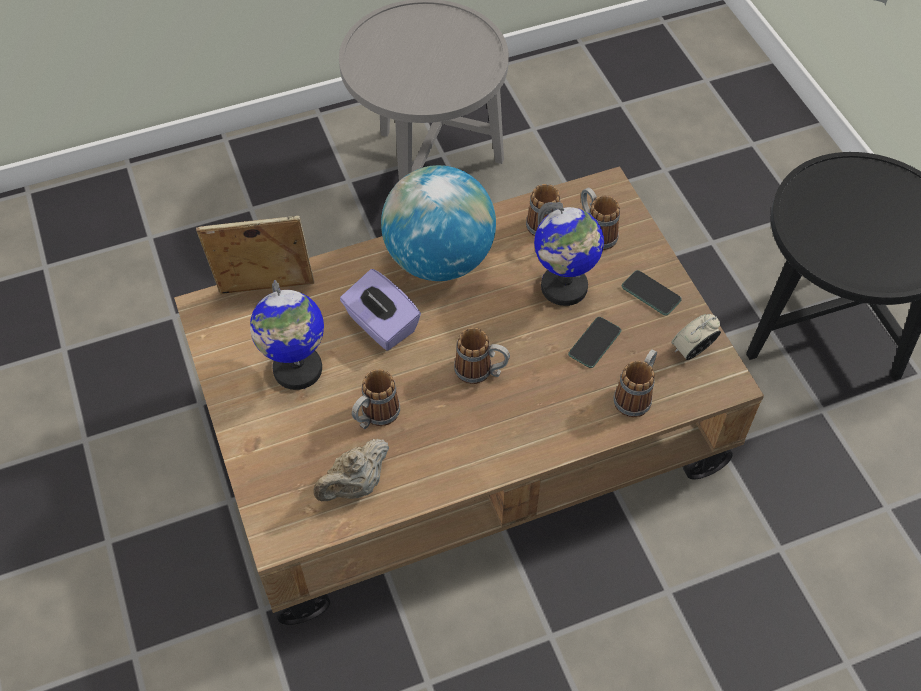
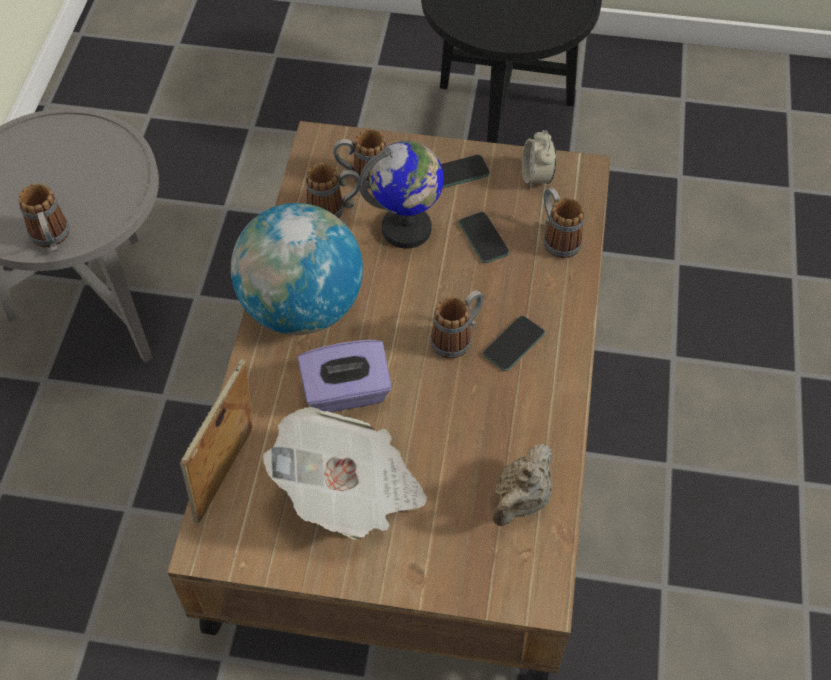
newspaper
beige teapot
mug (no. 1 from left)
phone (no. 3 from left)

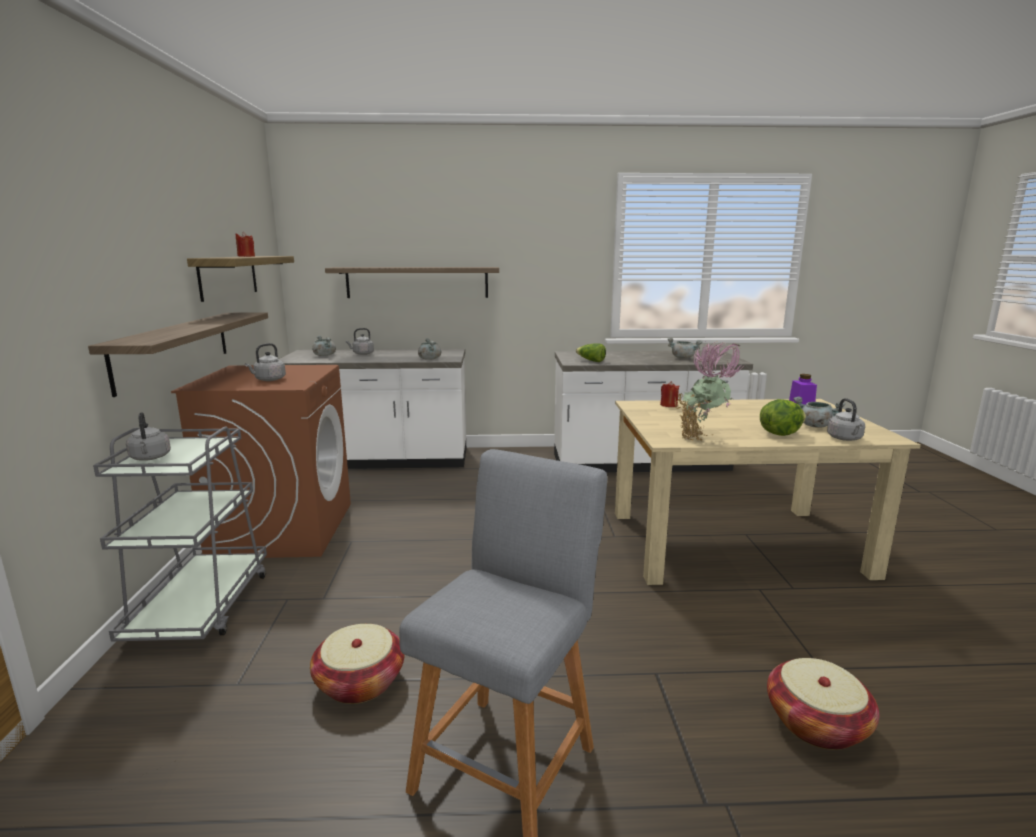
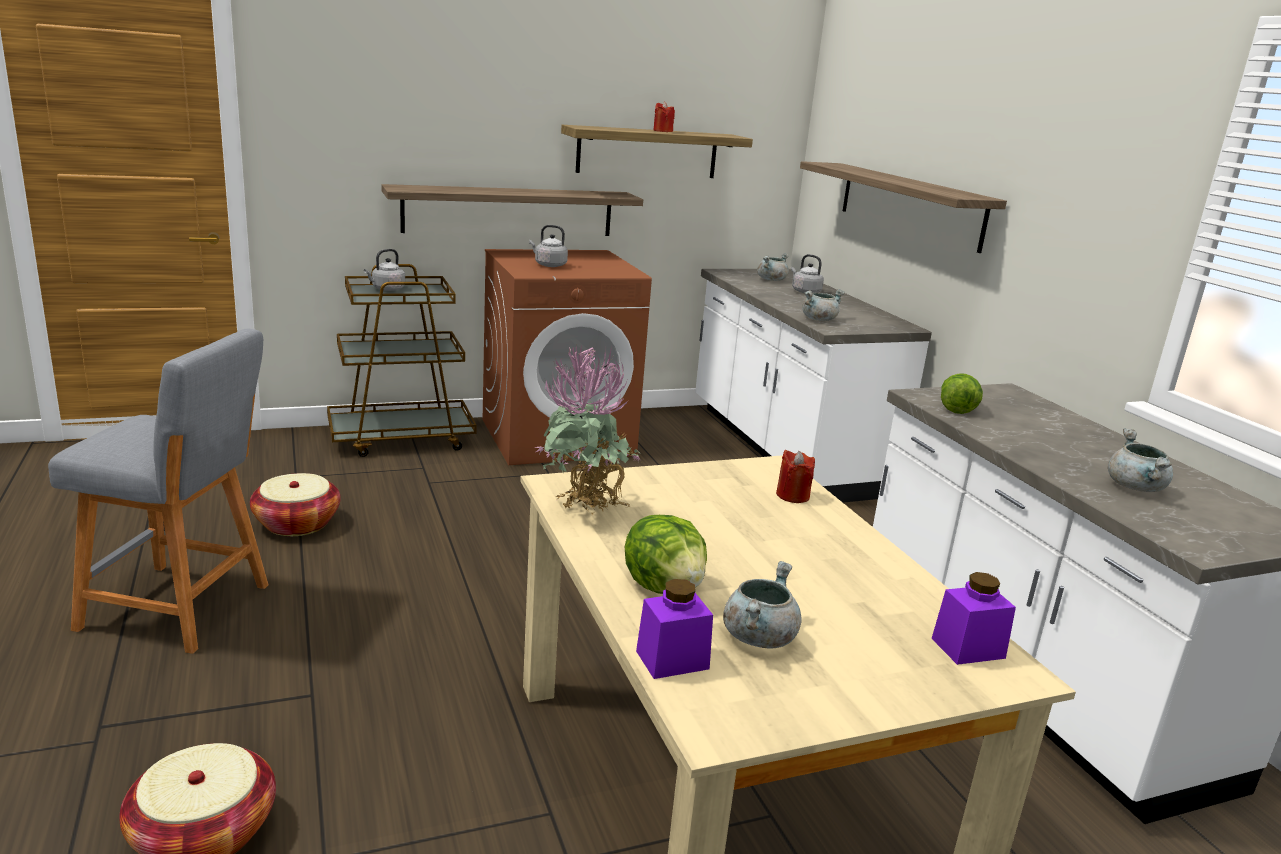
brown cart
purple jar (no. 1 from left)

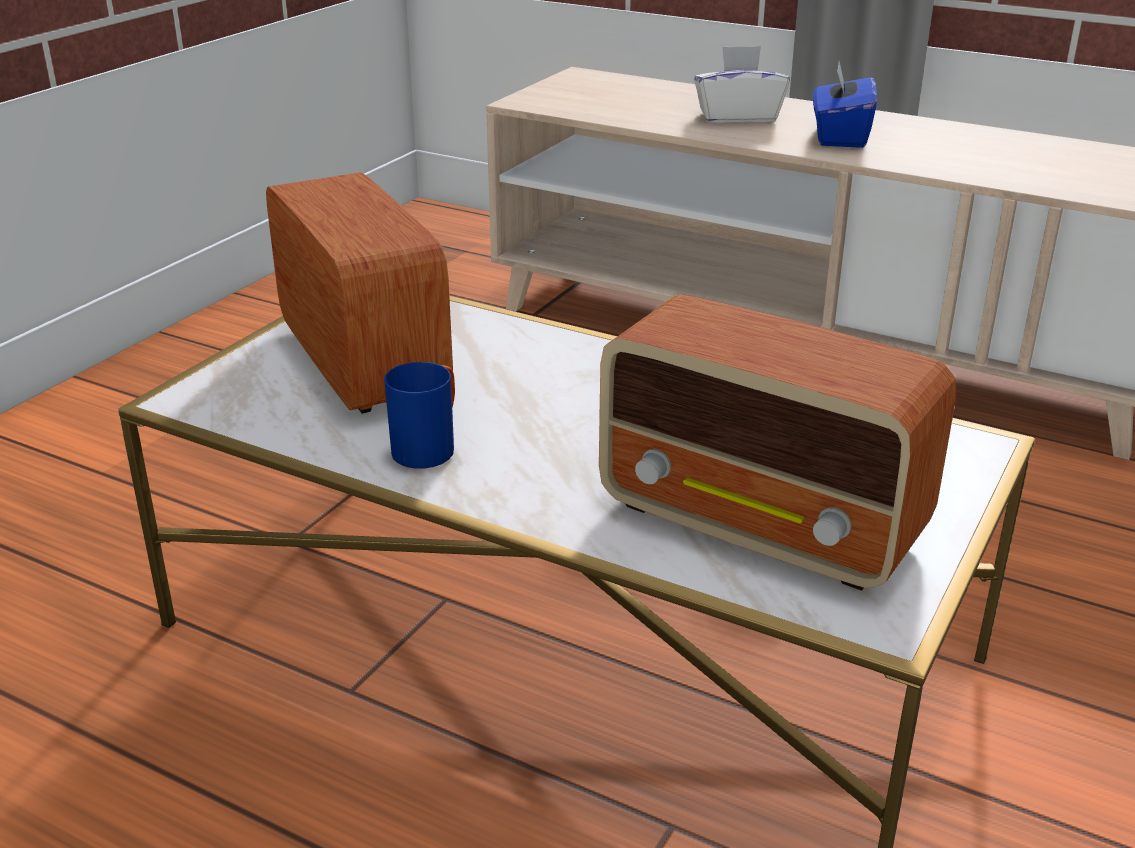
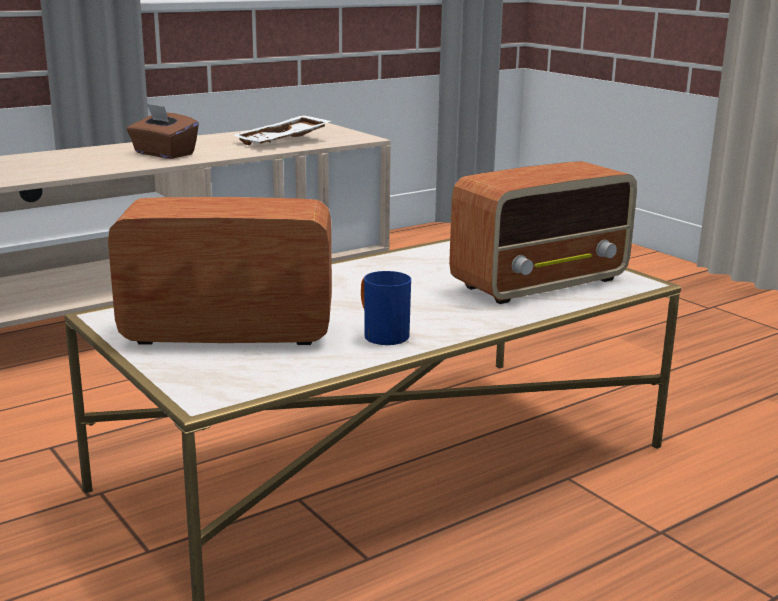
white tissue box
brown tissue box
white tray

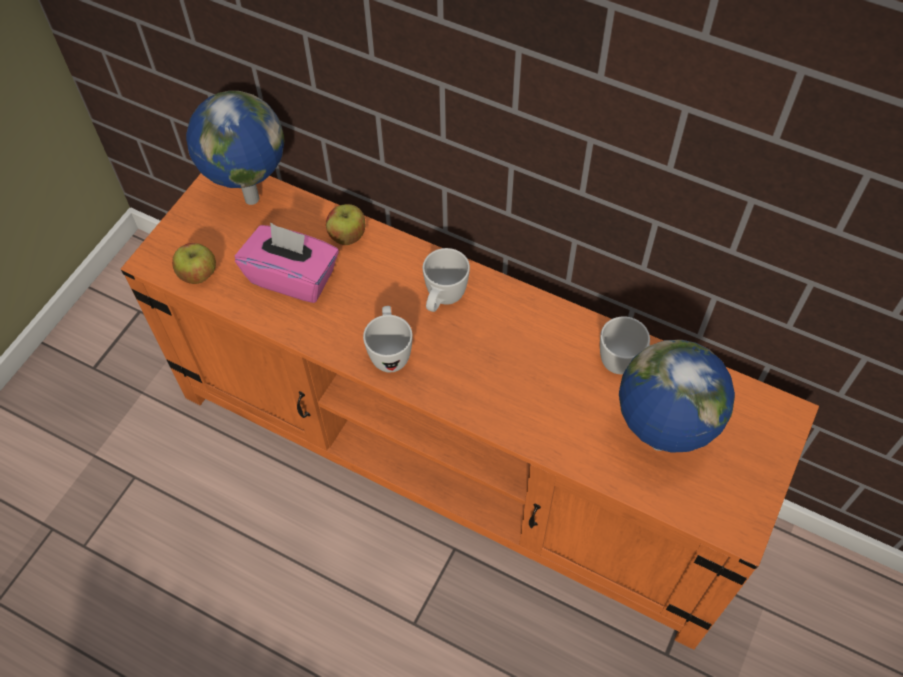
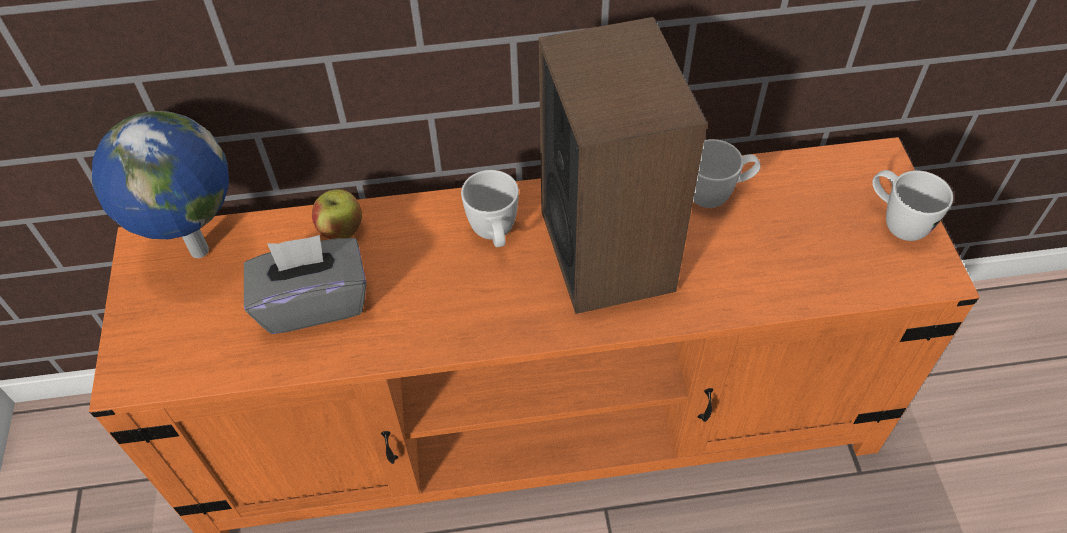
apple (no. 1 from left in the first image)
grey tissue box
white mug (no. 3 from left)
globe (no. 2 from left in the first image)
speaker

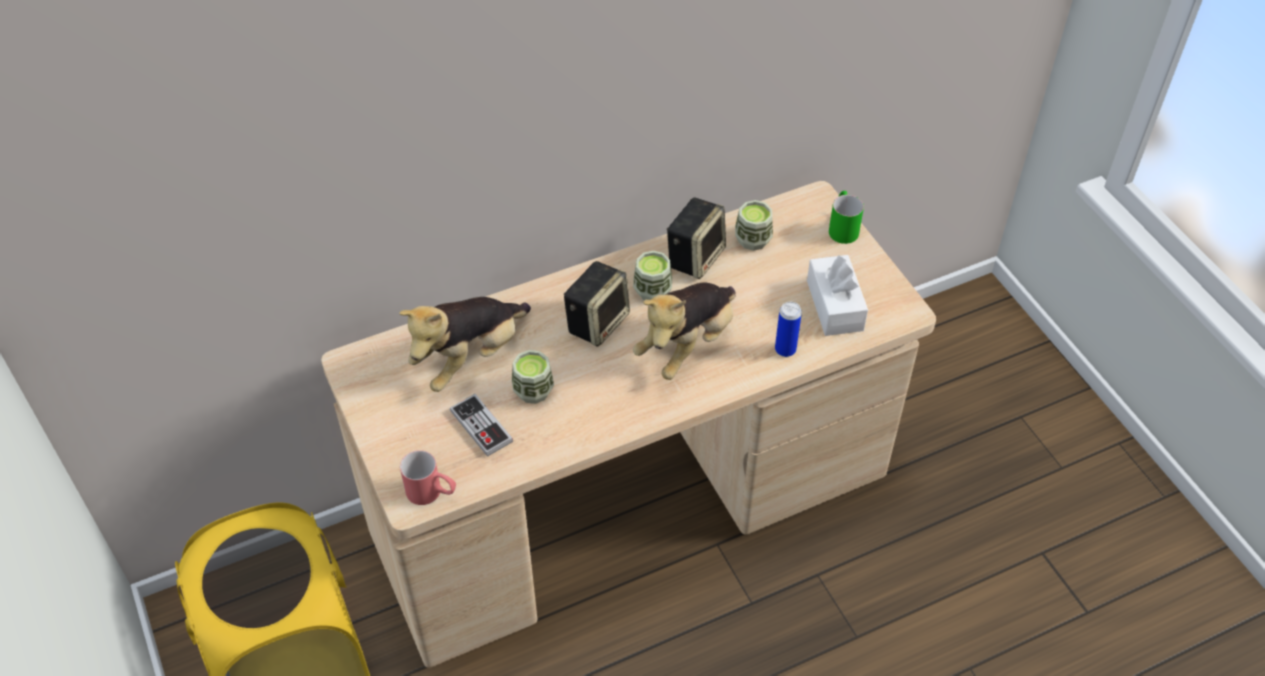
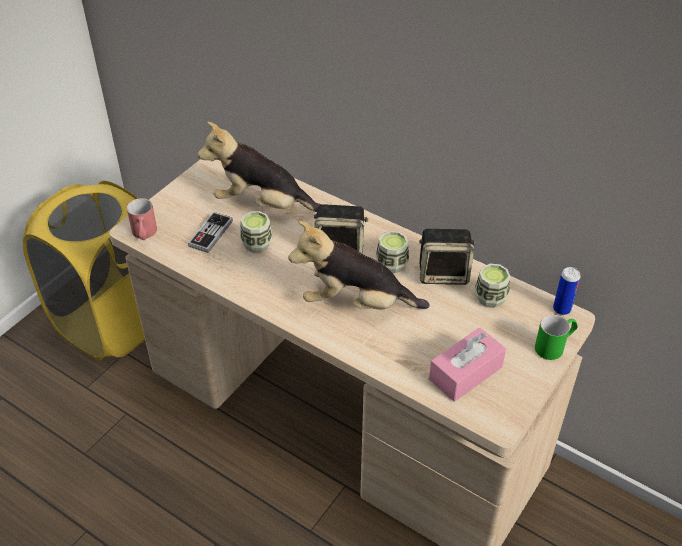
can
pink tissue box

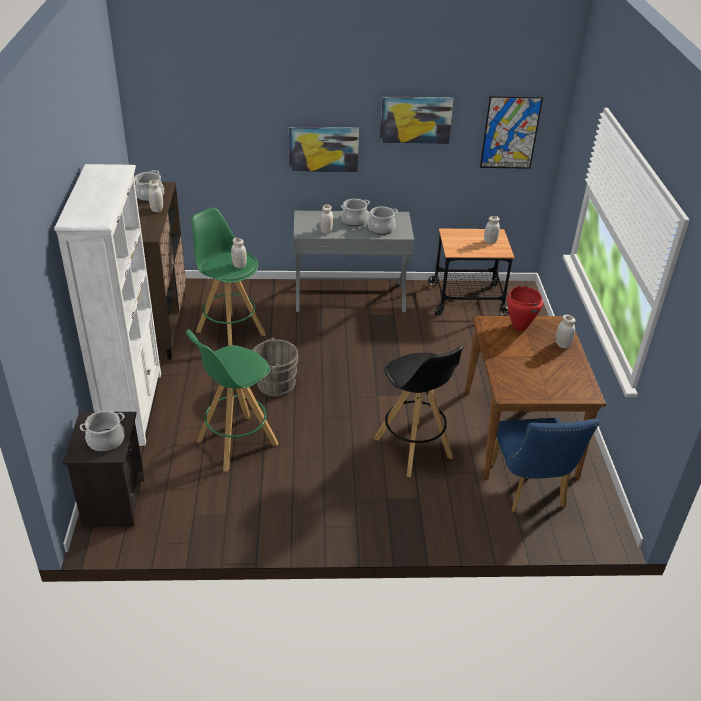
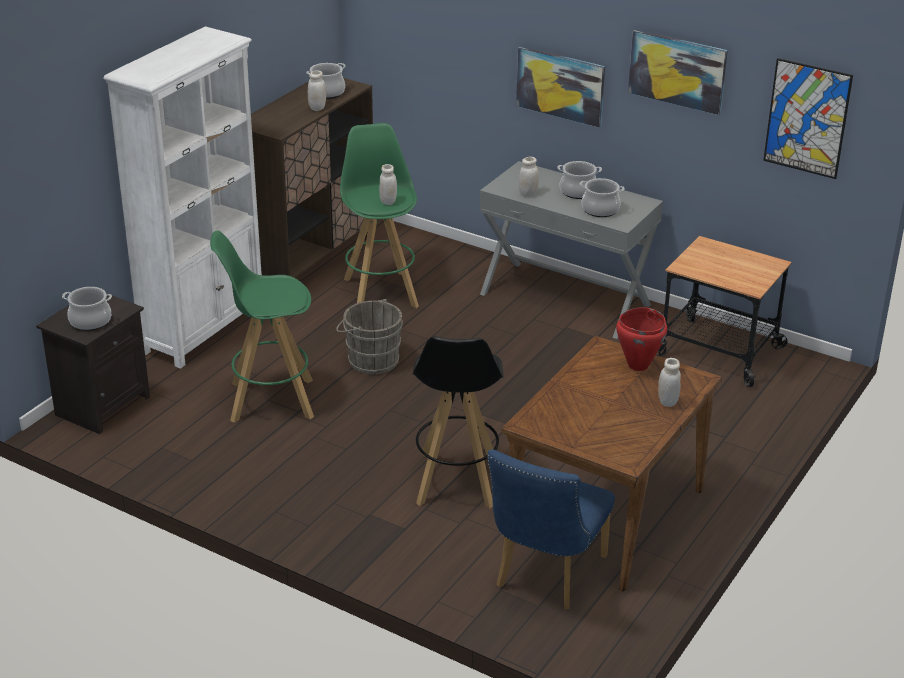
white jar (no. 4 from left in the first image)

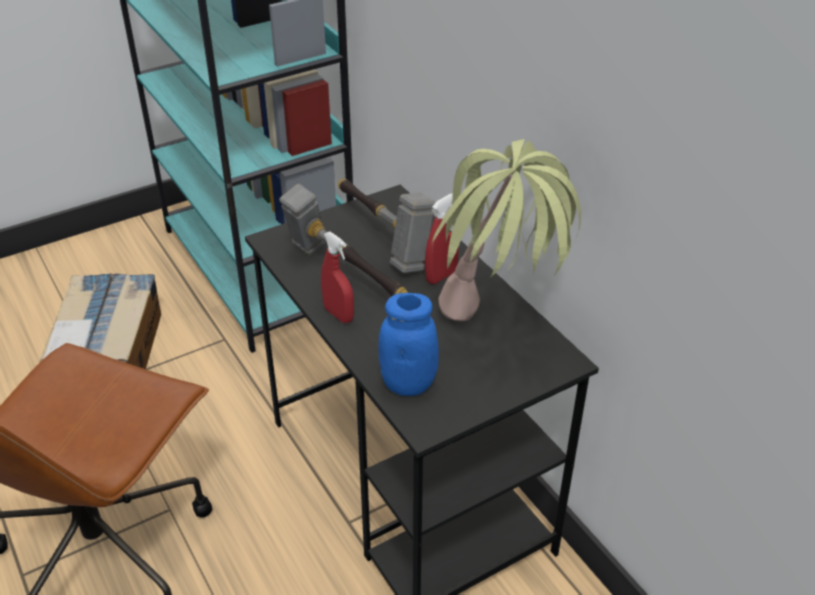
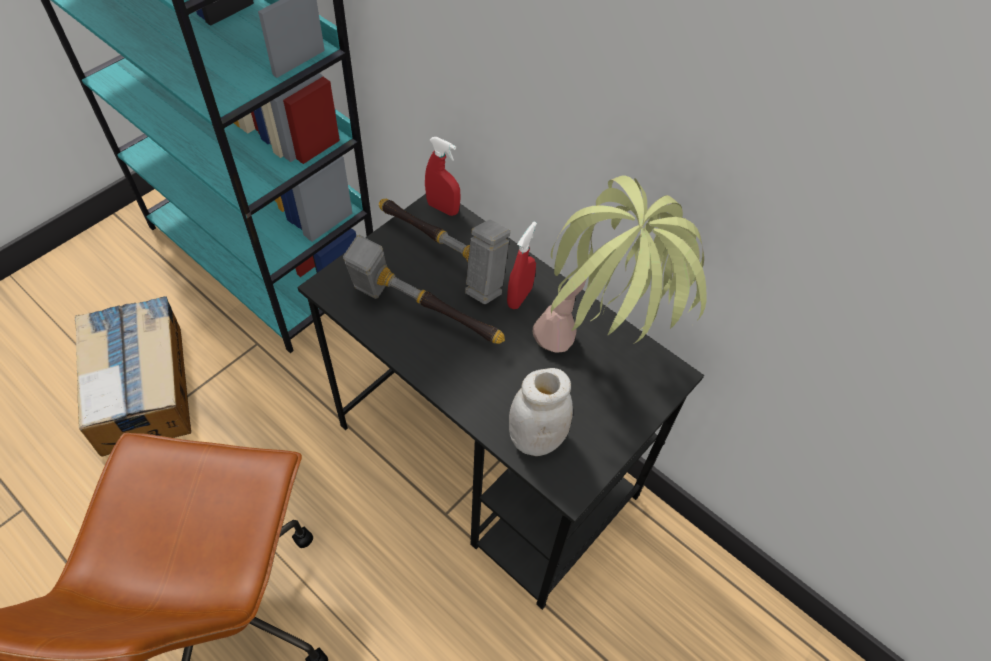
red spray bottle (no. 1 from left)
white jar

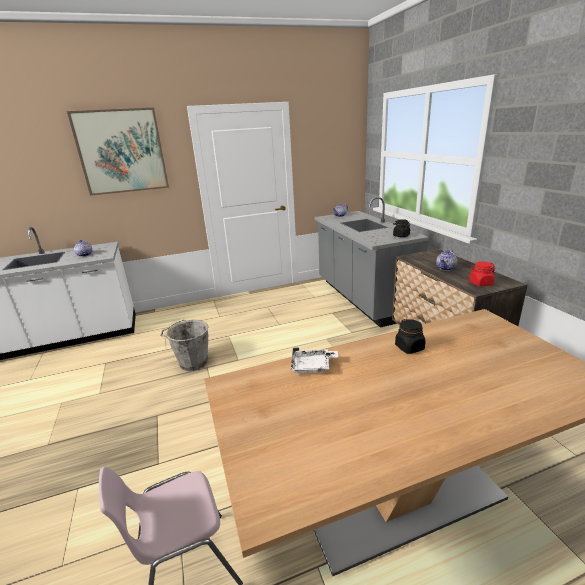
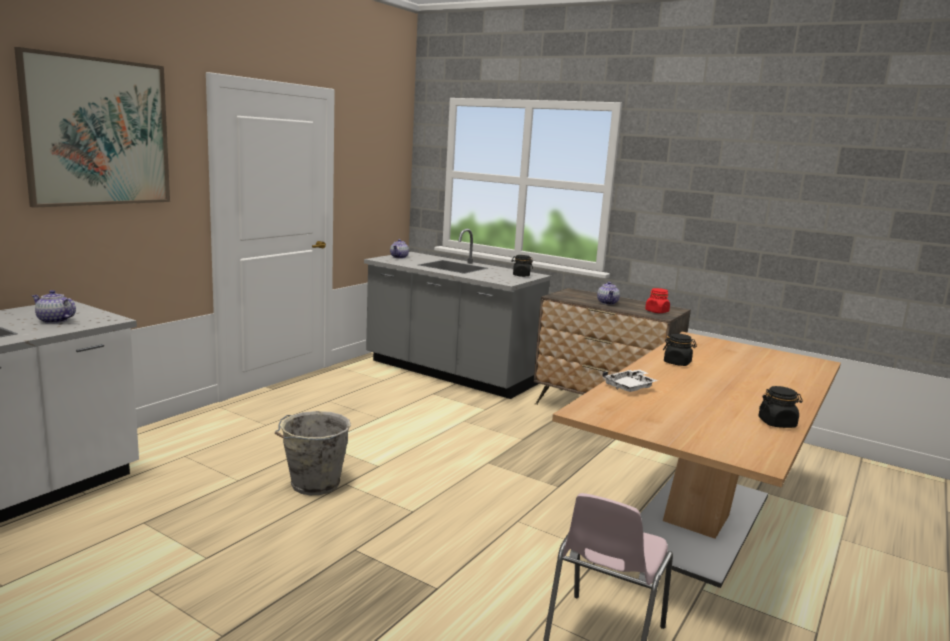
black jar (no. 3 from left)

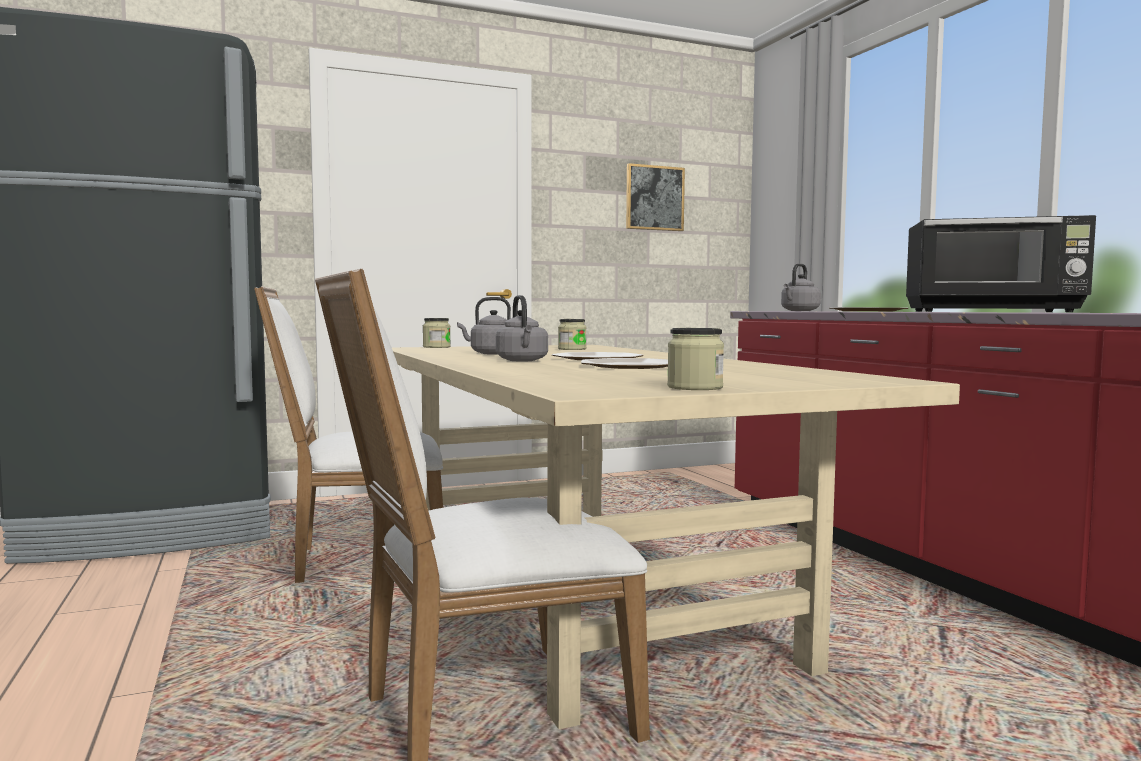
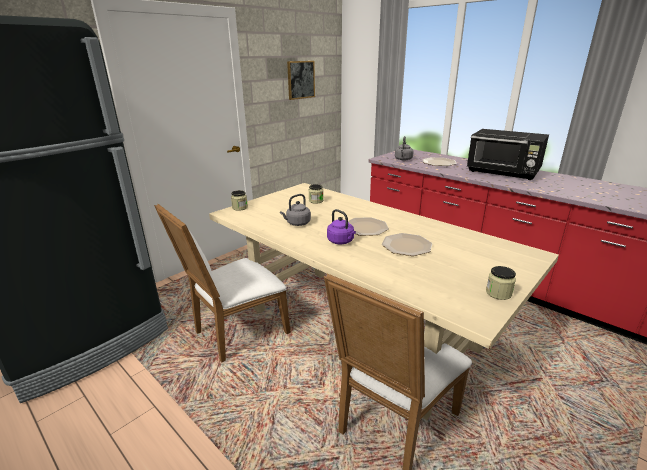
purple kettle
black microwave

